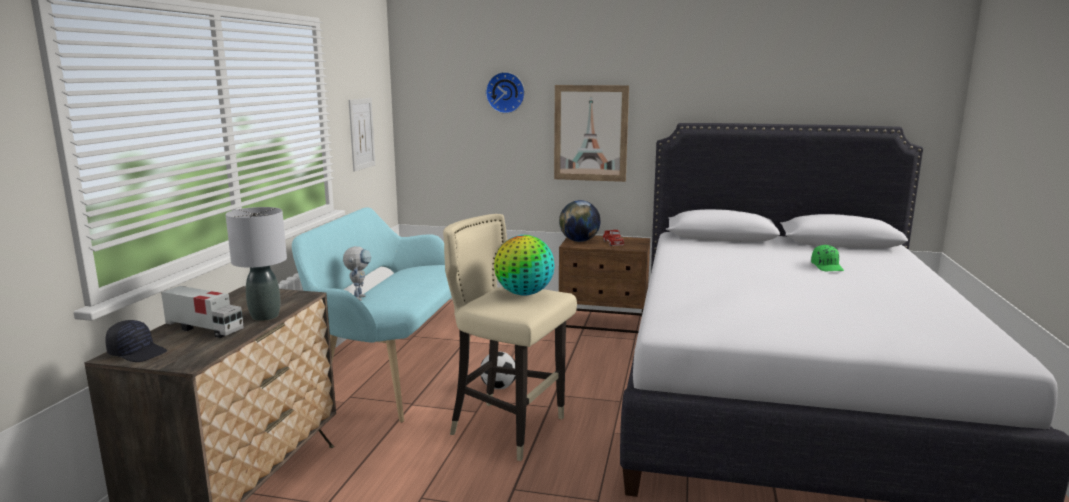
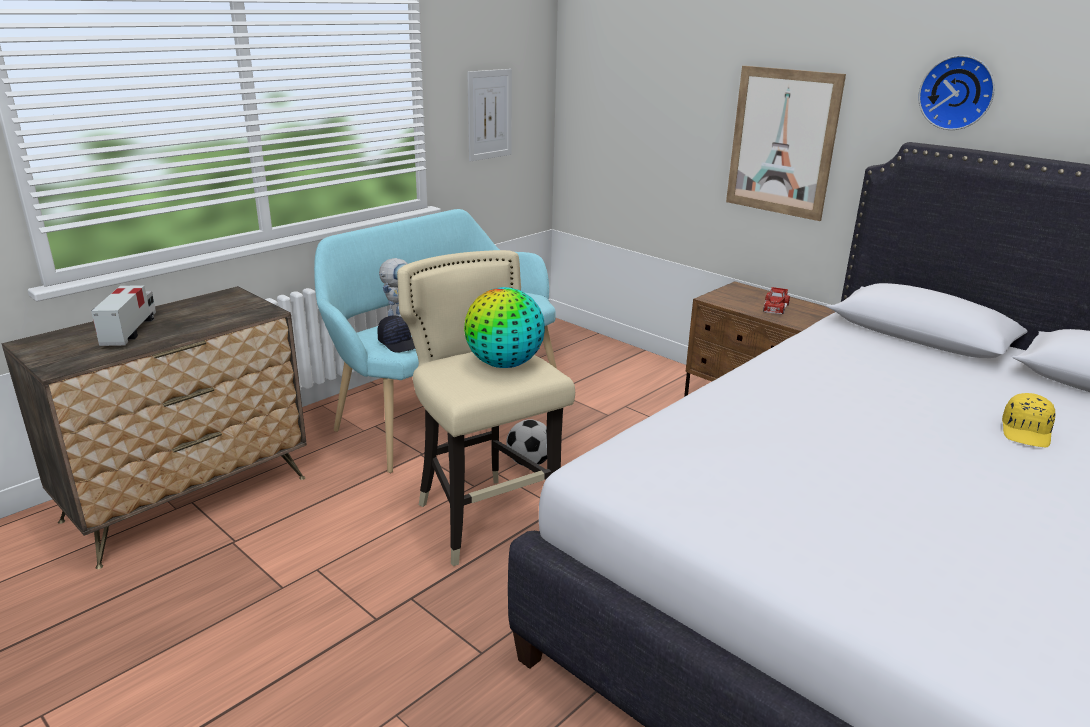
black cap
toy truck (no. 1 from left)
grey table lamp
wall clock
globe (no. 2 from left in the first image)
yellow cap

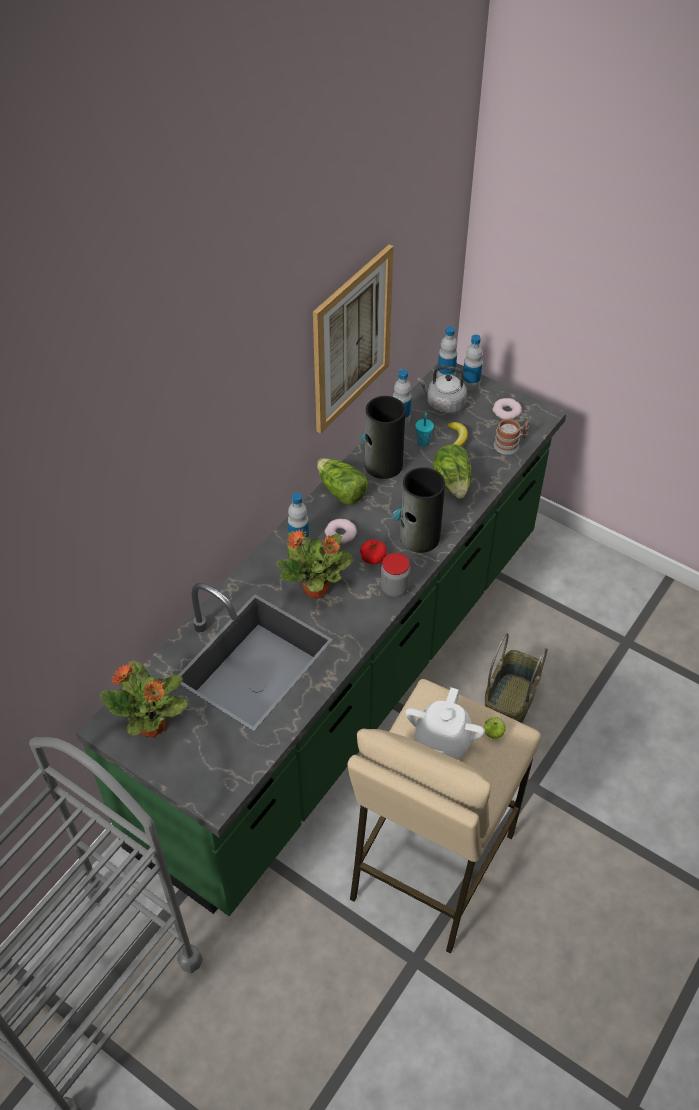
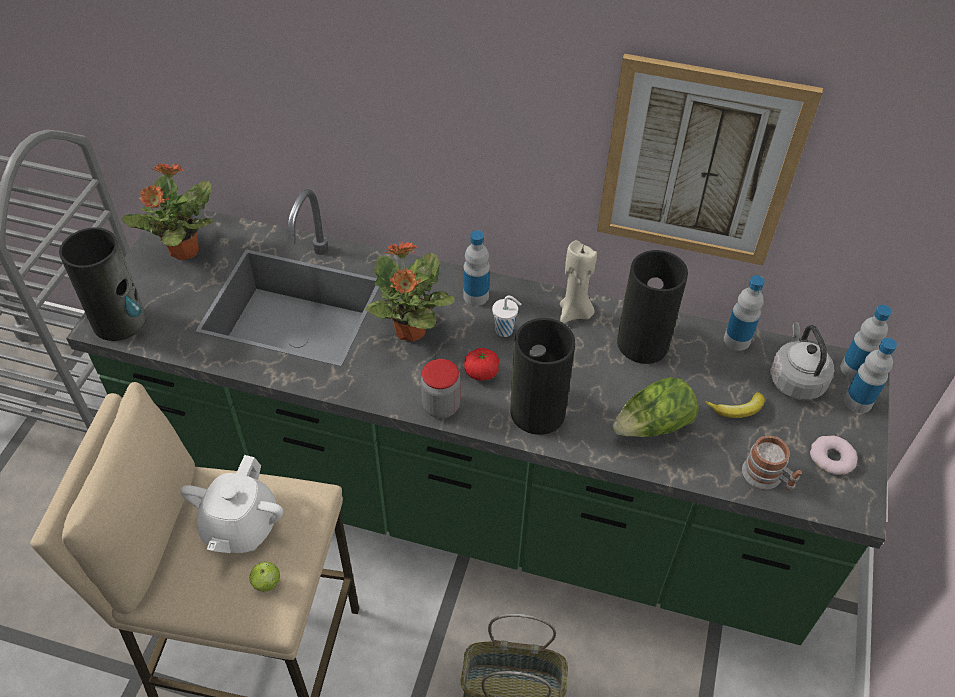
beige candle
white cup
white teapot
turquoise cup
vase (no. 1 from left)

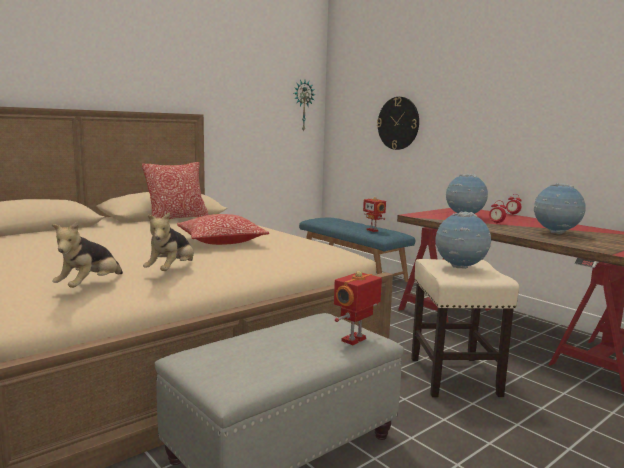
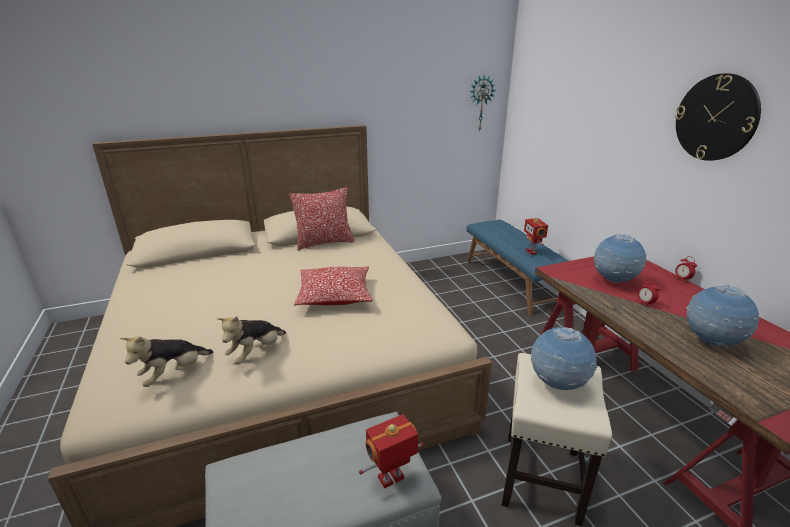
wall clock (no. 2 from left)

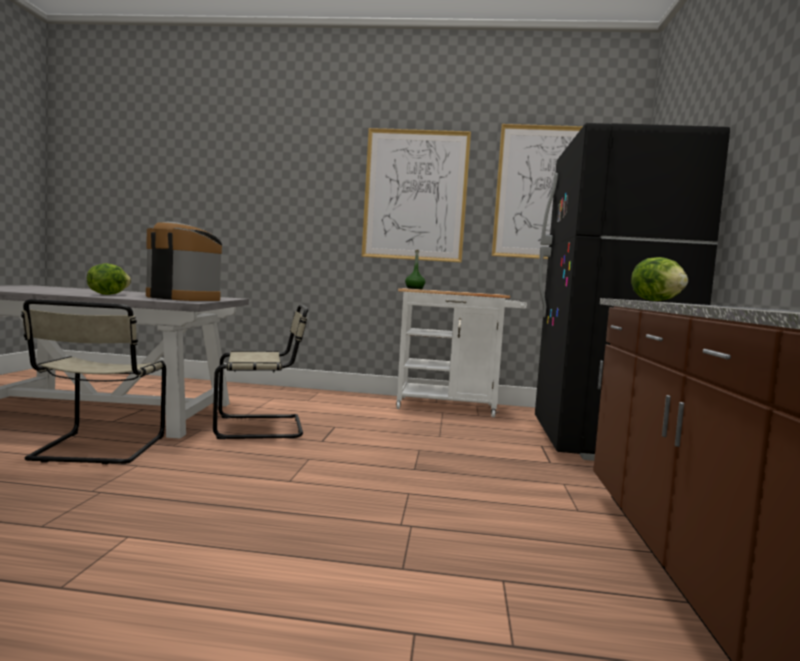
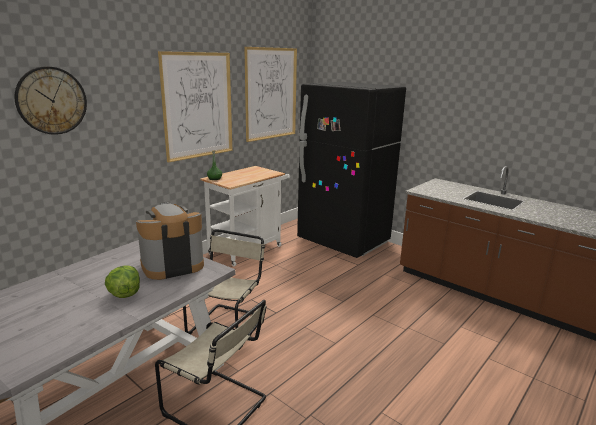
lettuce (no. 2 from left in the first image)
wall clock

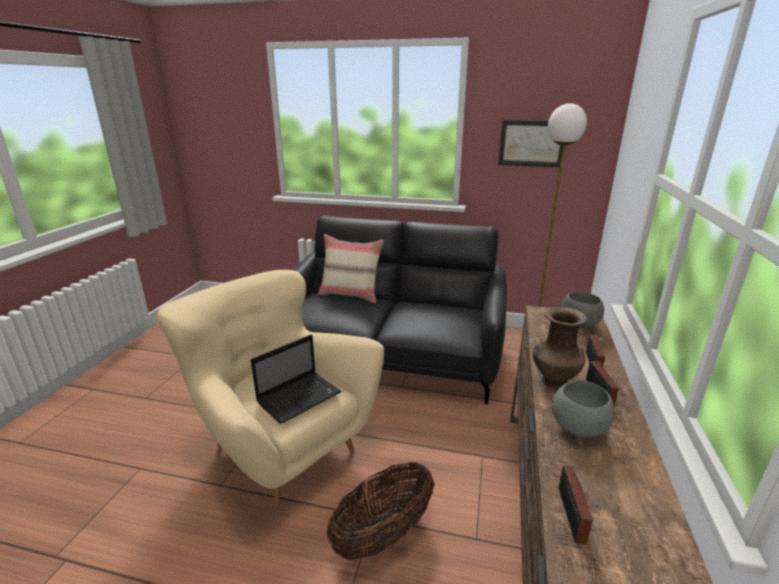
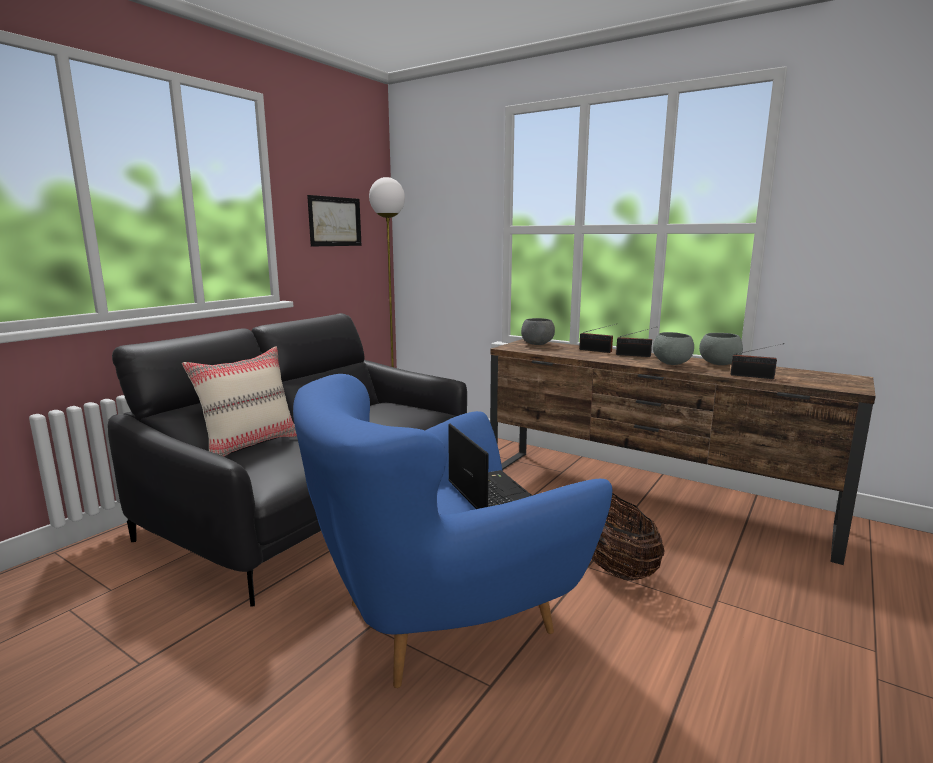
blue armchair
brown vase
grey bowl (no. 3 from left)

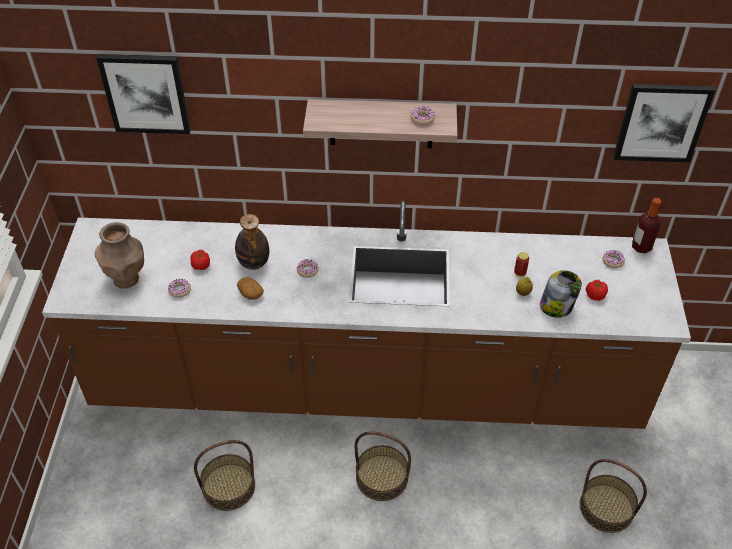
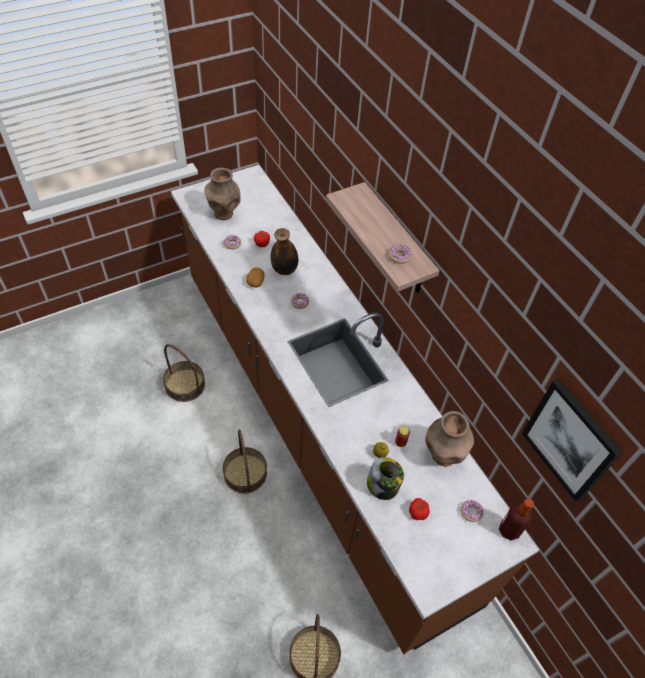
picture (no. 1 from left in the first image)
brown vase (no. 2 from left)

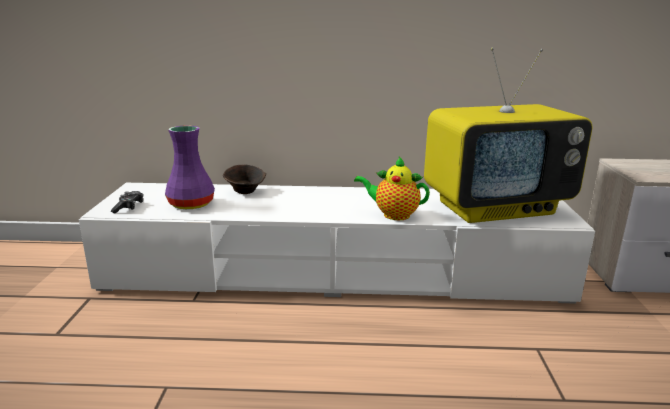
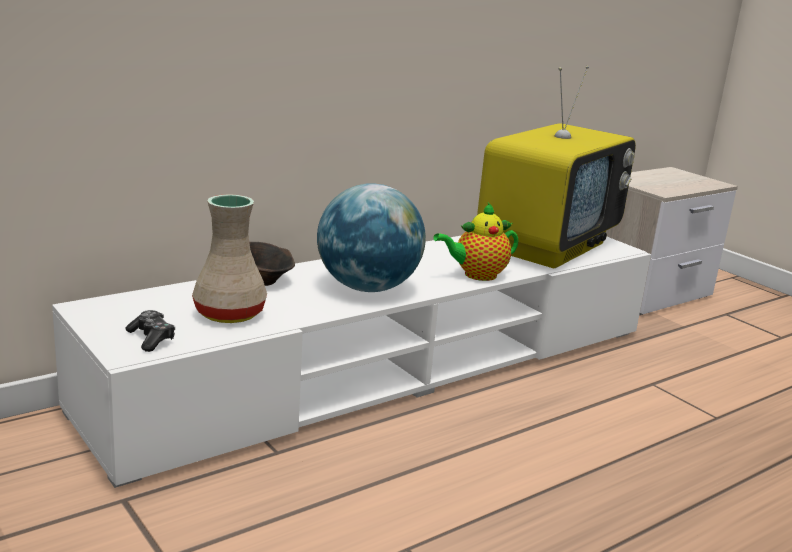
beige vase
globe

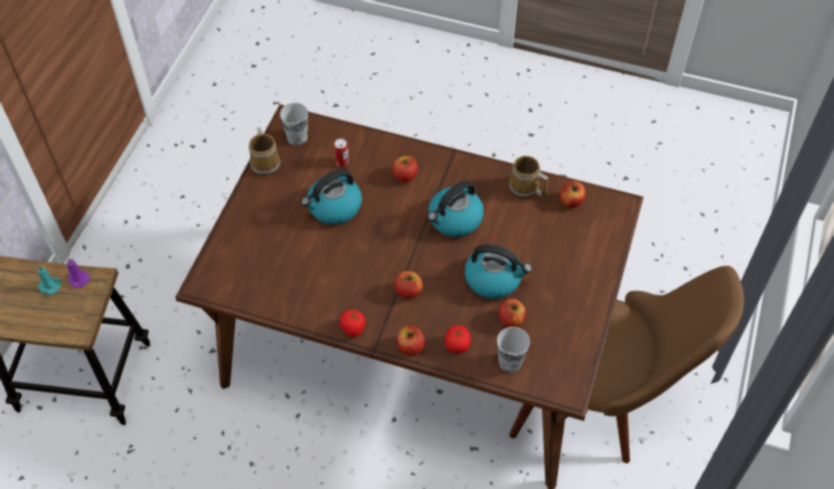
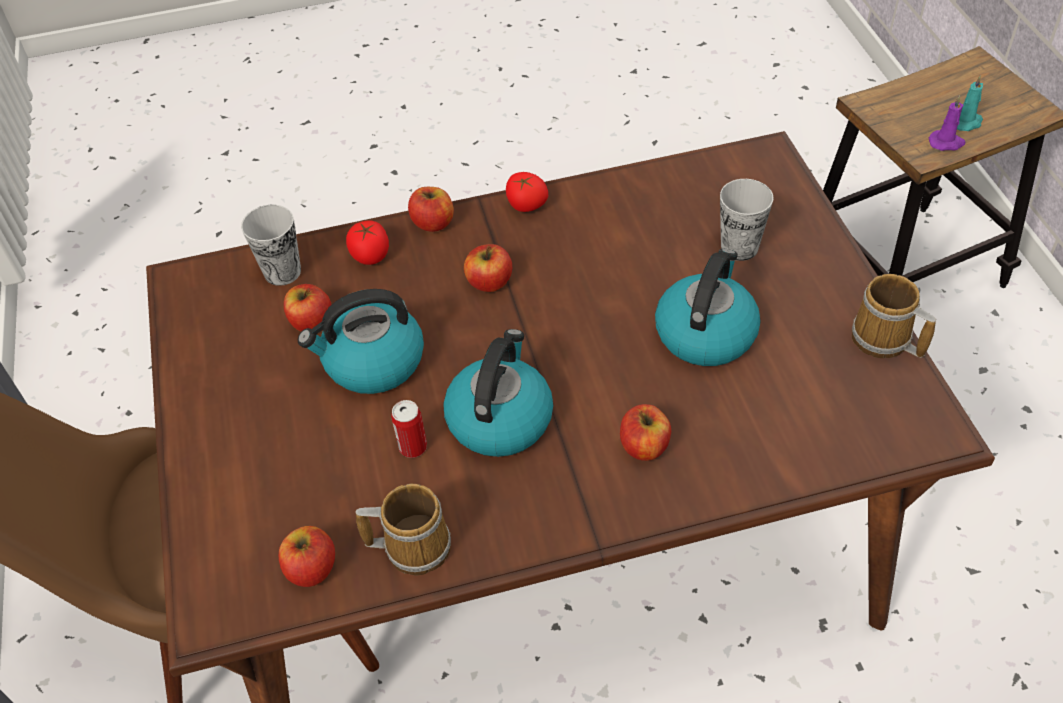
cup (no. 2 from left)
can

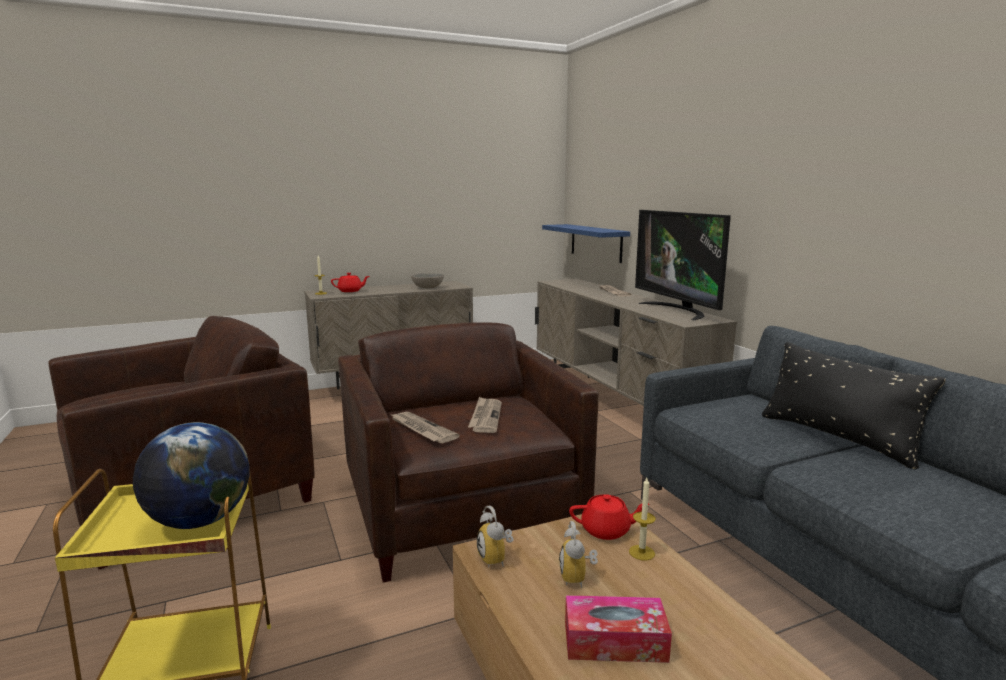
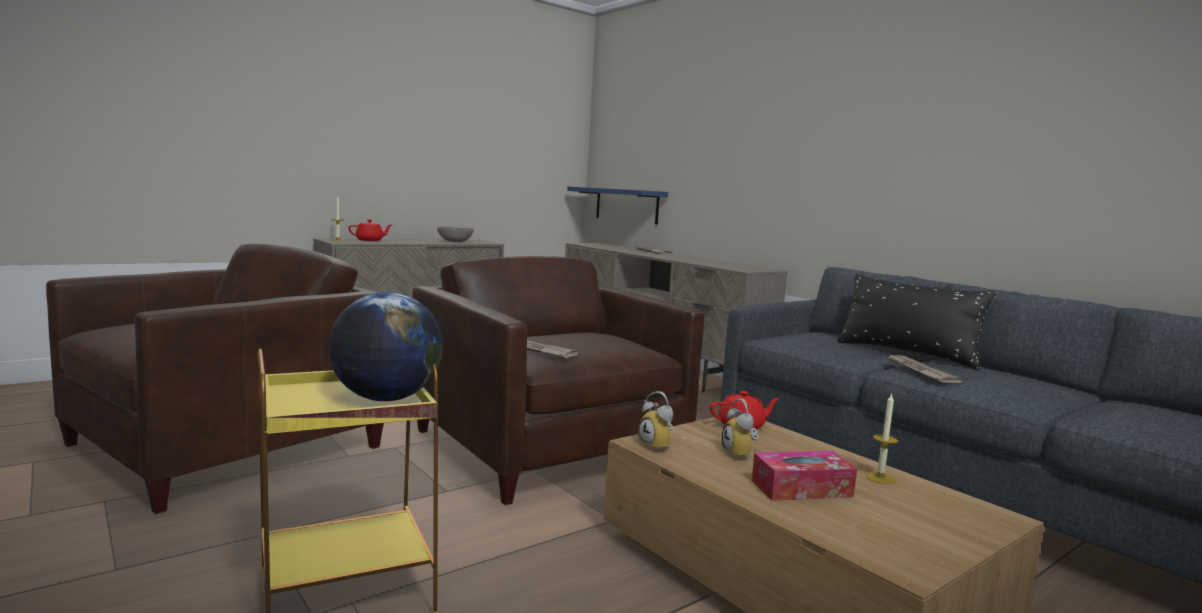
newspaper (no. 3 from left)
candle (no. 2 from left)
television

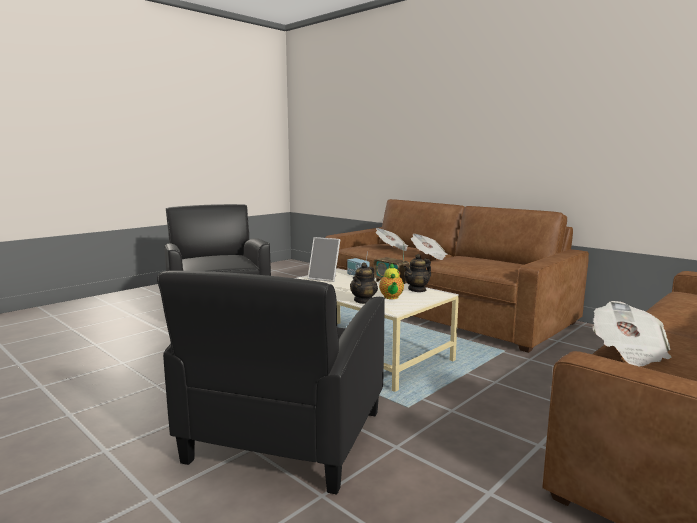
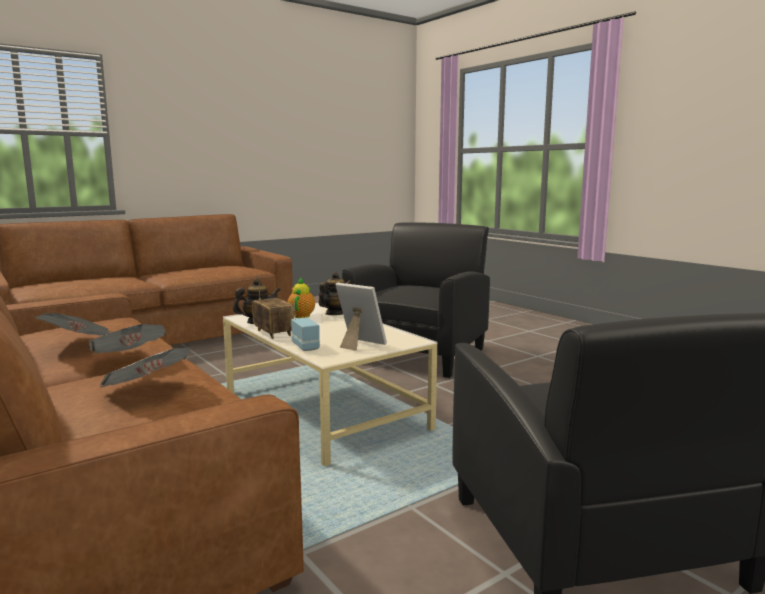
newspaper (no. 1 from left)

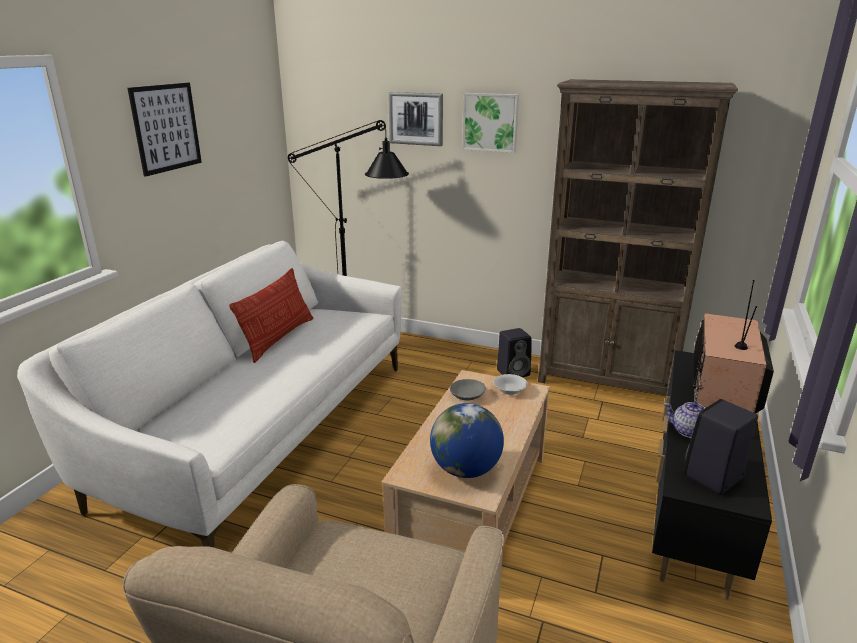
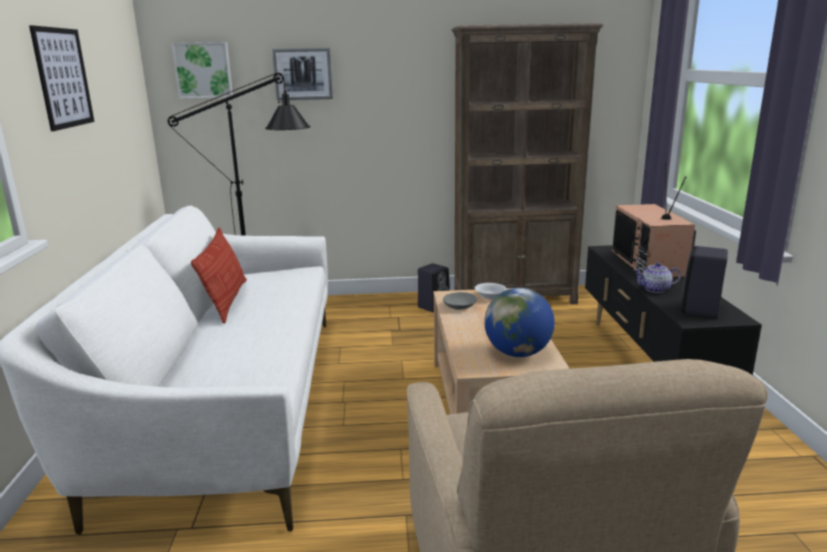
picture (no. 2 from left)

